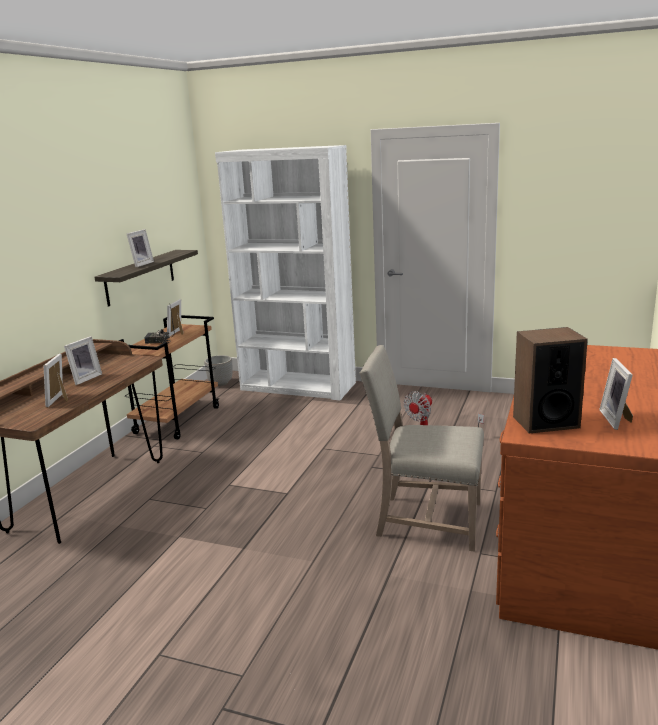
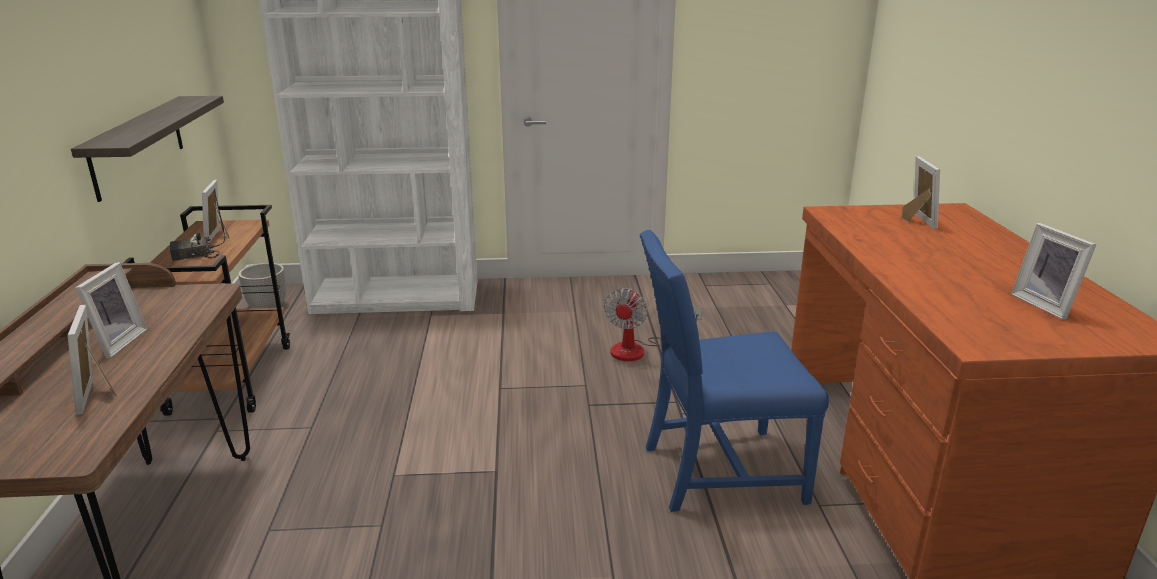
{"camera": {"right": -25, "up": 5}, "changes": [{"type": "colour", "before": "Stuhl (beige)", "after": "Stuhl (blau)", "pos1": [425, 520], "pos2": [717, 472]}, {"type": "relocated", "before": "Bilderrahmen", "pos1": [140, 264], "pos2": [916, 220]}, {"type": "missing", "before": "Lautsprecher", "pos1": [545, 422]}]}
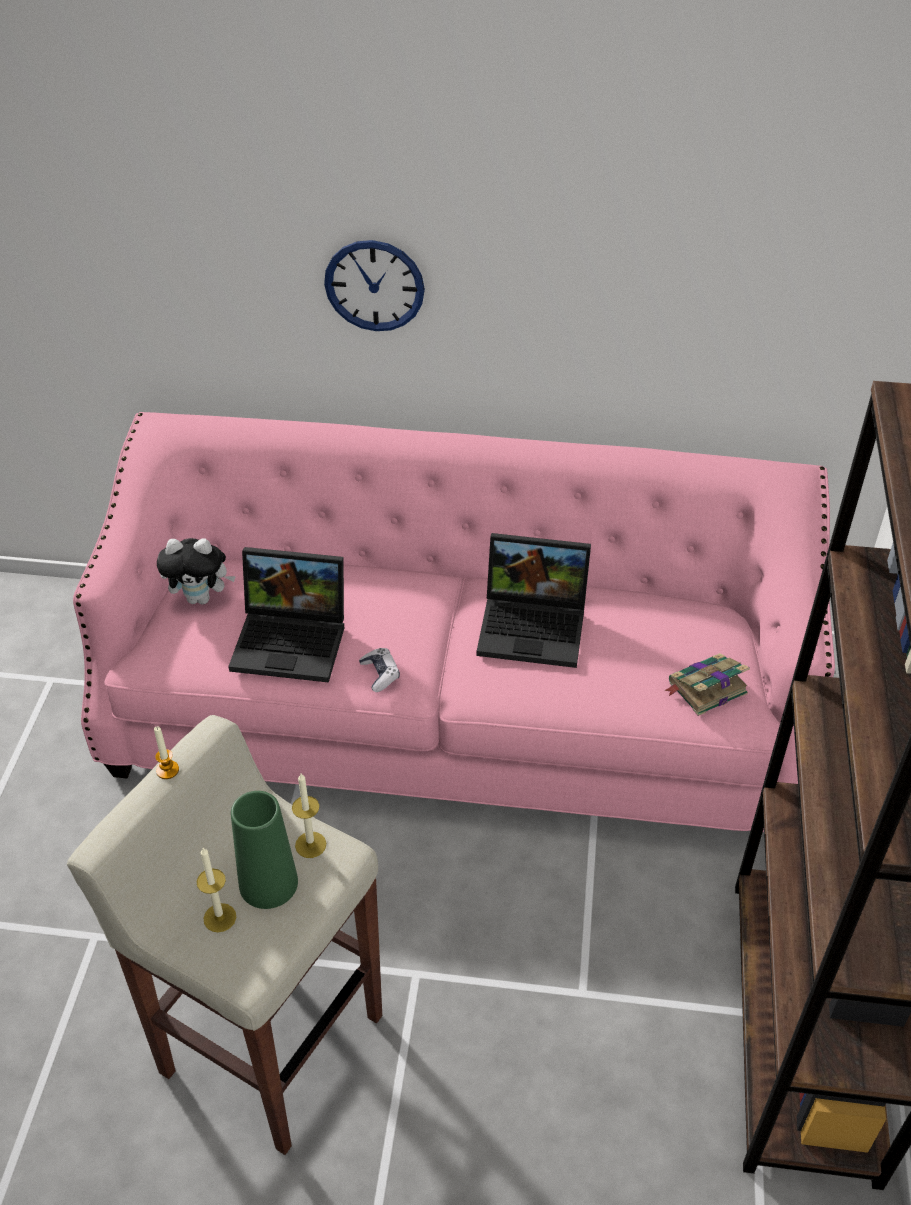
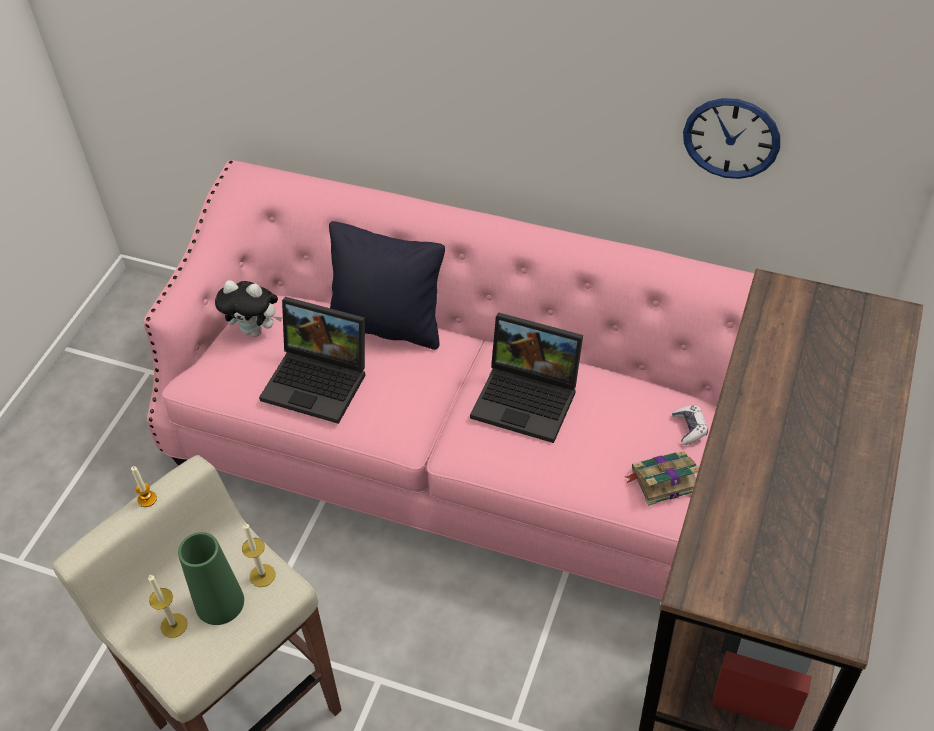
{"camera": {"right": 15, "up": 5}, "changes": [{"type": "appeared", "after": "Kissen (schwarz)", "pos2": [388, 325]}, {"type": "relocated", "before": "Gamepad", "pos1": [380, 674], "pos2": [689, 428]}, {"type": "relocated", "before": "Wanduhr", "pos1": [374, 285], "pos2": [731, 138]}]}
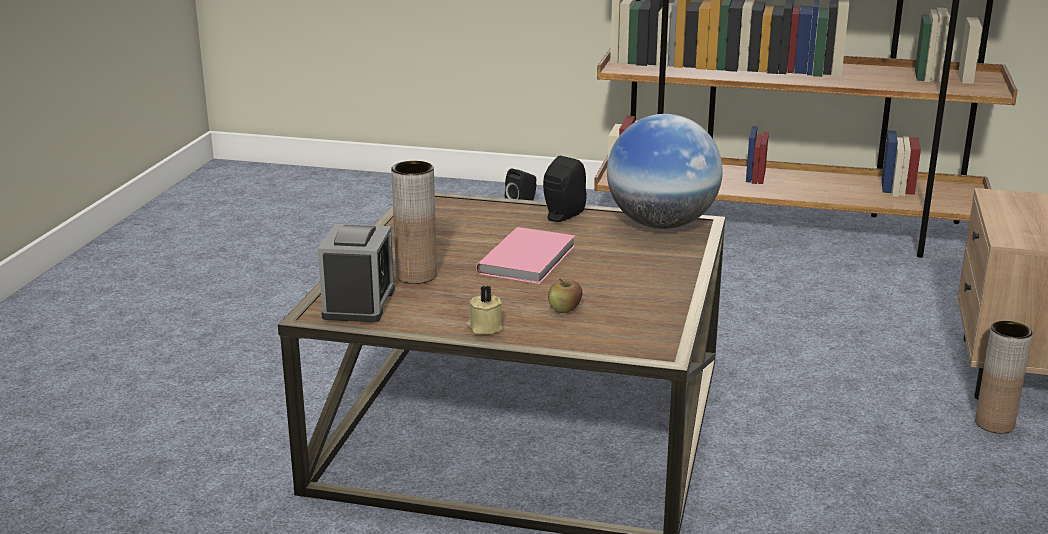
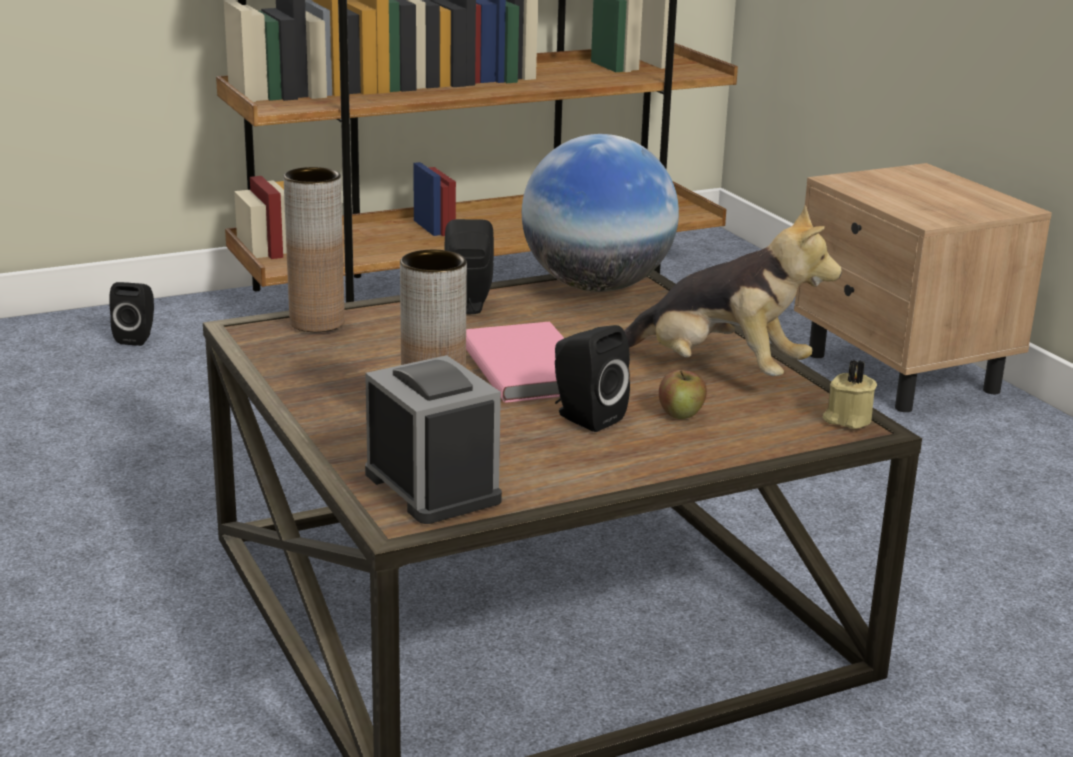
{"camera": {"right": -40, "up": 0}, "changes": [{"type": "relocated", "before": "Vase (braun)", "pos1": [994, 424], "pos2": [317, 323]}, {"type": "appeared", "after": "Lautsprecher (schwarz)", "pos2": [584, 417]}, {"type": "appeared", "after": "Plüschtier", "pos2": [718, 372]}, {"type": "relocated", "before": "Kerze (beige)", "pos1": [484, 327], "pos2": [847, 419]}]}
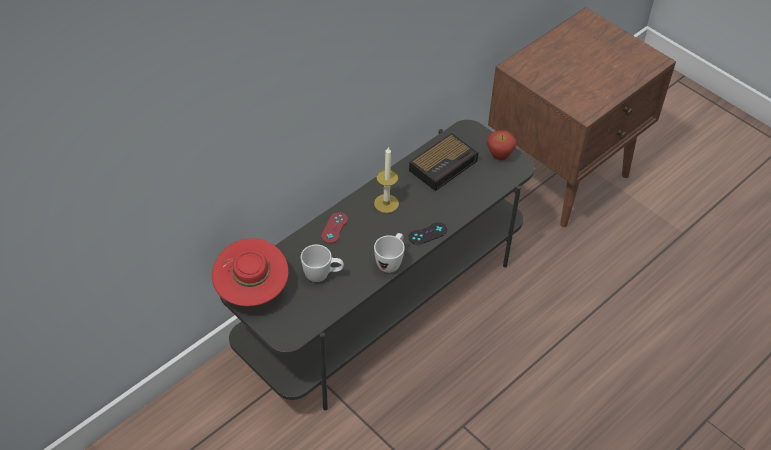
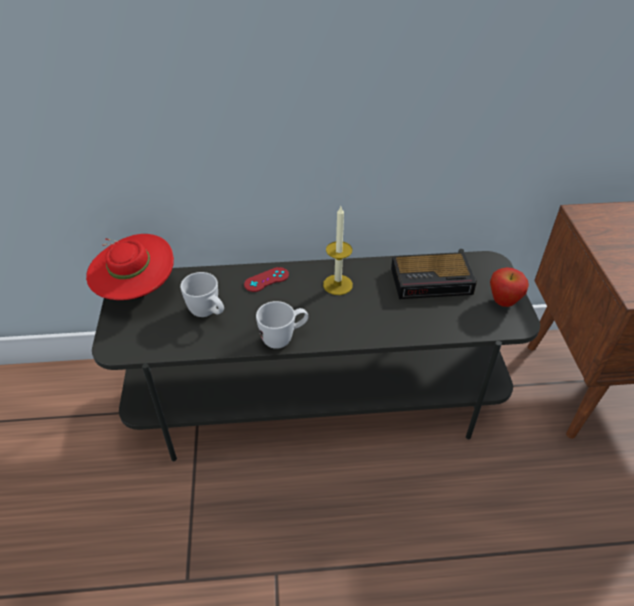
{"camera": {"right": 40, "up": -5}, "changes": [{"type": "missing", "before": "Gamepad (schwarz)", "pos1": [428, 233]}]}
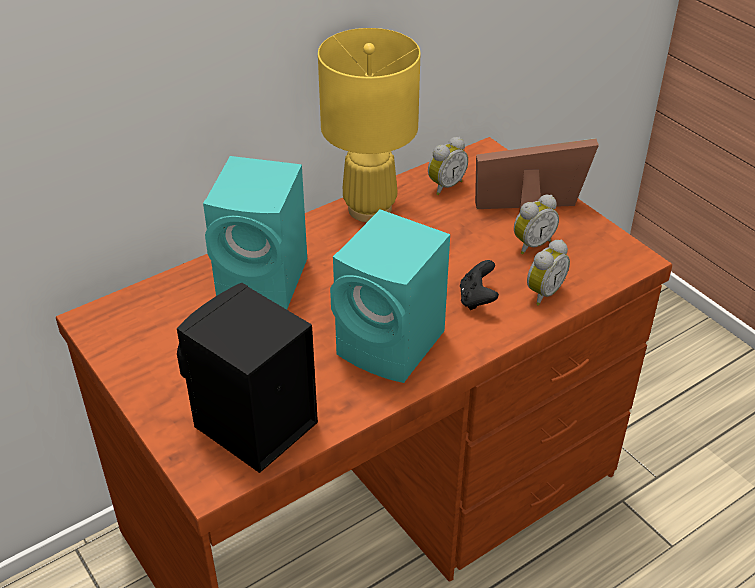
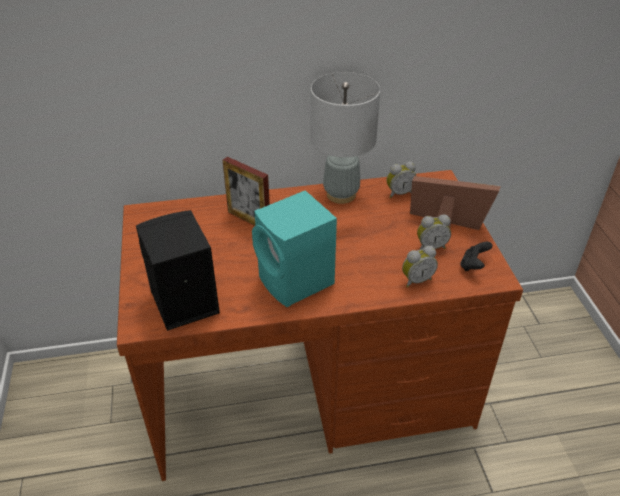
{"camera": {"right": 25, "up": 0}, "changes": [{"type": "exchanged", "before": "Lautsprecher (türkis)", "after": "Bilderrahmen", "pos1": [266, 281], "pos2": [249, 220]}, {"type": "colour", "before": "Tischlampe (gelb)", "after": "Tischlampe (grau)", "pos1": [370, 209], "pos2": [341, 194]}, {"type": "relocated", "before": "Gamepad (schwarz)", "pos1": [477, 299], "pos2": [473, 265]}]}
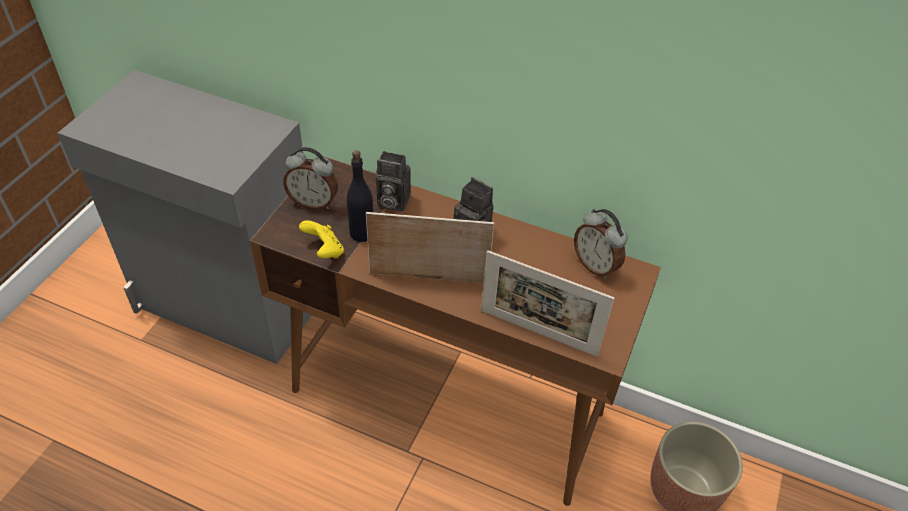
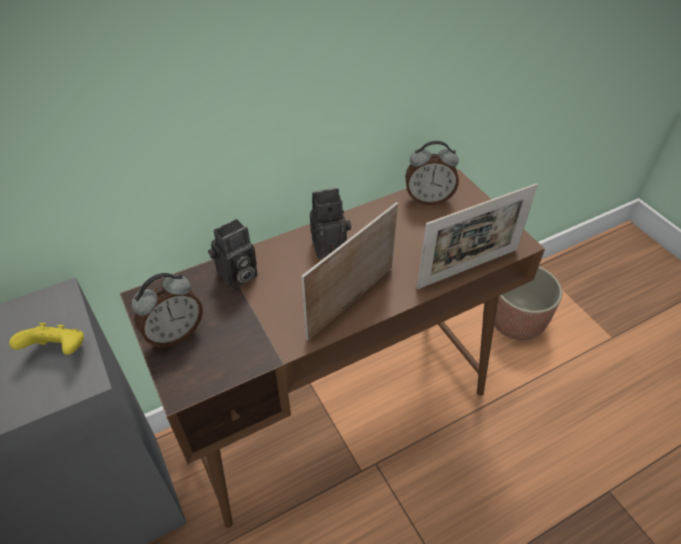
{"camera": {"right": -50, "up": 0}, "changes": [{"type": "relocated", "before": "Gamepad (gelb)", "pos1": [324, 251], "pos2": [59, 351]}, {"type": "missing", "before": "Flasche (schwarz)", "pos1": [361, 233]}]}
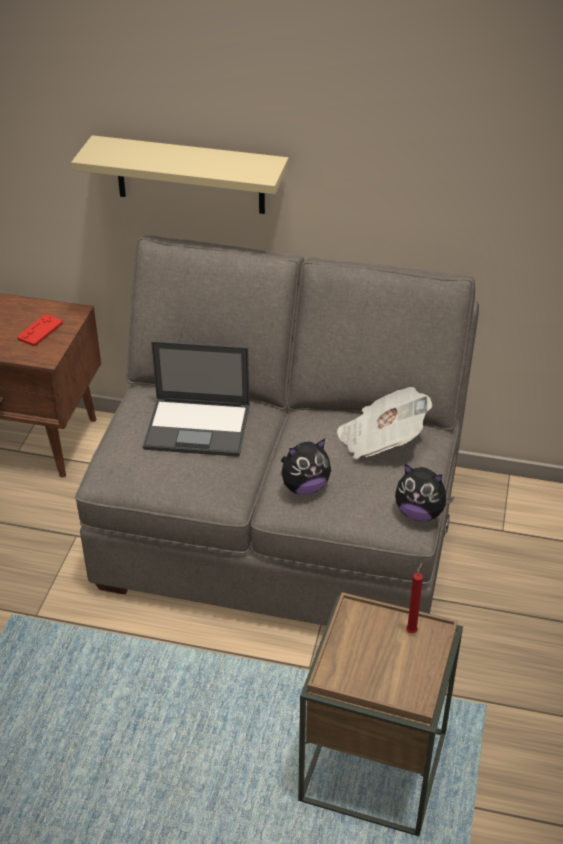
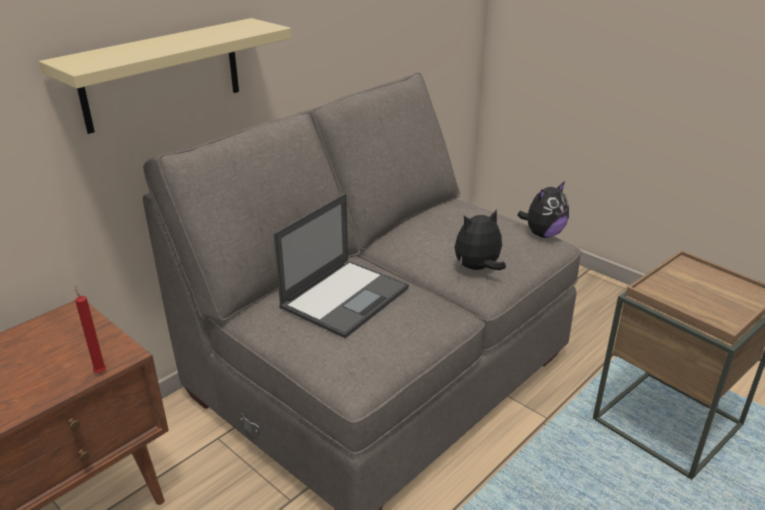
{"camera": {"right": -60, "up": -10}, "changes": [{"type": "relocated", "before": "Kerze (rot)", "pos1": [412, 630], "pos2": [100, 371]}, {"type": "spun", "before": "Plüschtier", "pos1": [304, 487], "pos2": [478, 269], "turn": -120}, {"type": "missing", "before": "Gamepad (rot)", "pos1": [40, 331]}, {"type": "missing", "before": "Zeitung", "pos1": [381, 440]}]}
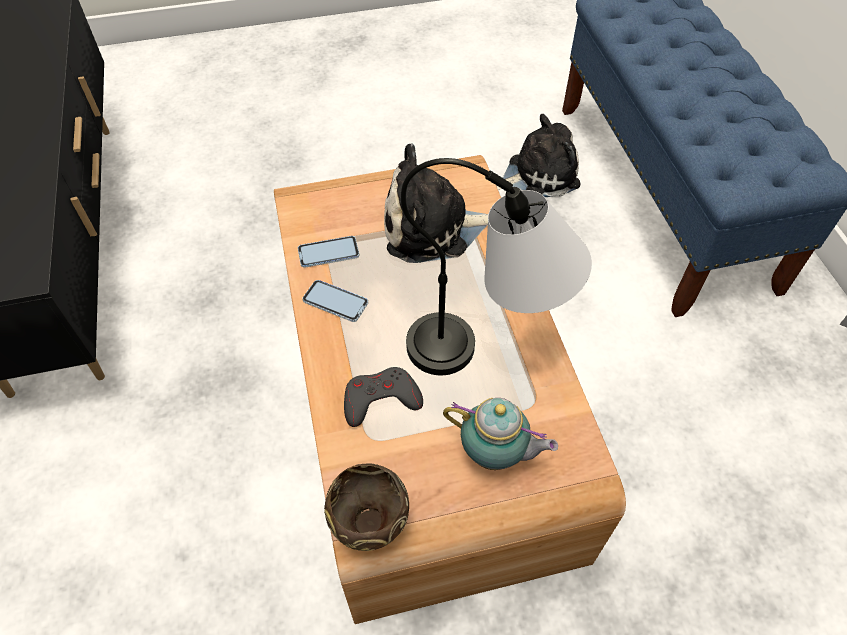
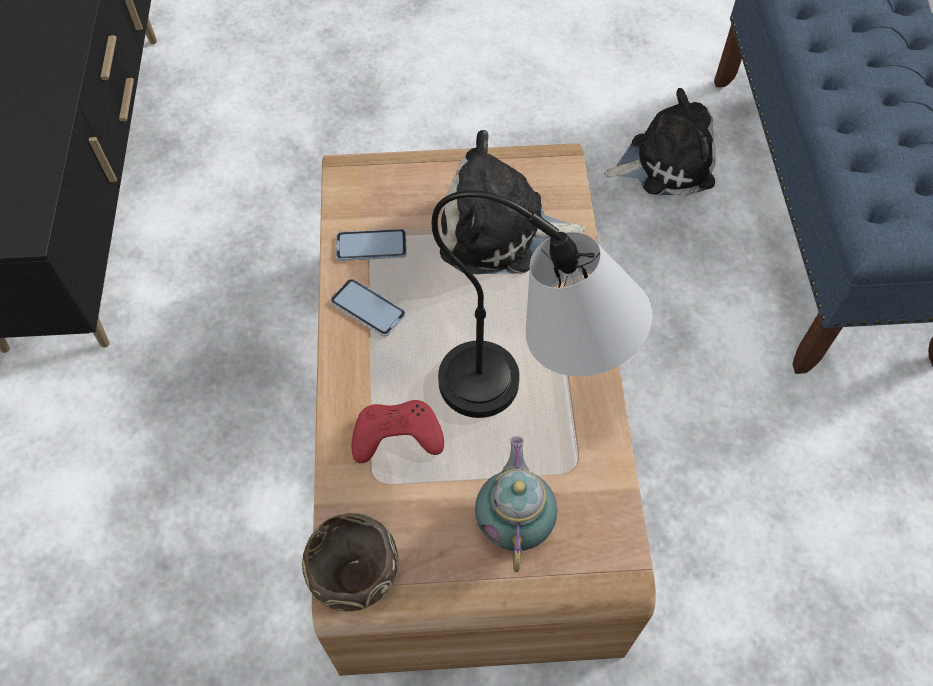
{"camera": {"right": 10, "up": 5}, "changes": [{"type": "colour", "before": "Gamepad (grau)", "after": "Gamepad (rot)", "pos1": [380, 399], "pos2": [397, 435]}, {"type": "spun", "before": "Teekanne", "pos1": [495, 455], "pos2": [514, 522], "turn": -120}]}
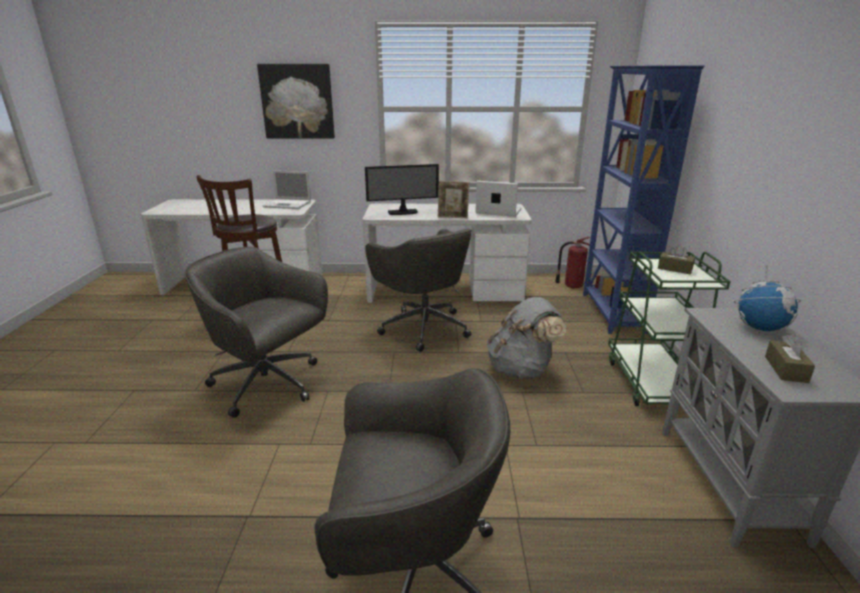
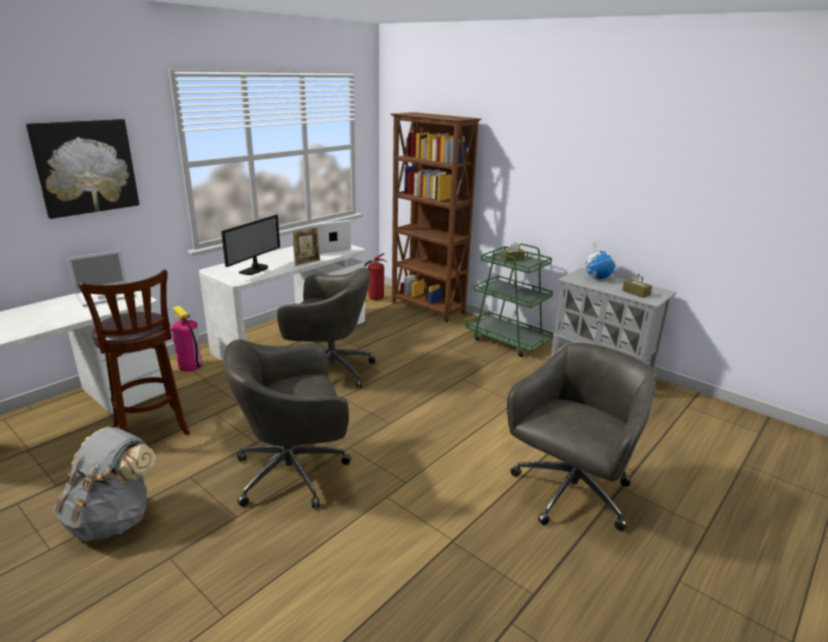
{"camera": {"right": -50, "up": 0}, "changes": [{"type": "relocated", "before": "Rucksack (grau)", "pos1": [521, 369], "pos2": [113, 519]}, {"type": "appeared", "after": "Feuerlöscher", "pos2": [190, 365]}, {"type": "colour", "before": "Bücherregal (blau)", "after": "Bücherregal (braun)", "pos1": [612, 313], "pos2": [427, 308]}]}
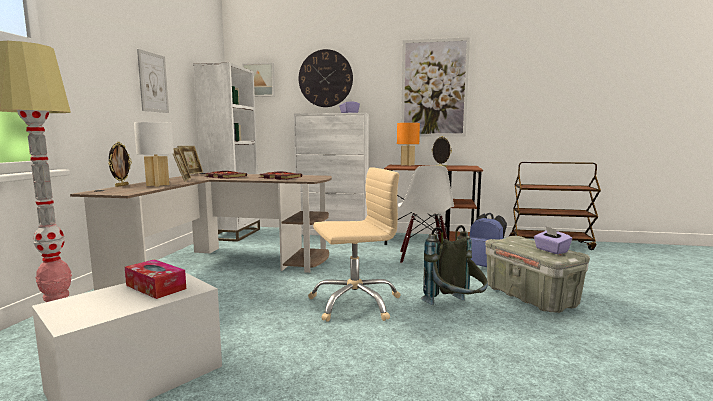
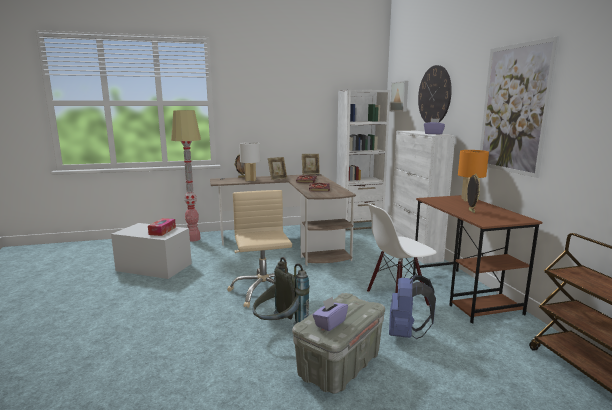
{"camera": {"right": 65, "up": 5}, "changes": [{"type": "spun", "before": "Bürostuhl (beige)", "pos1": [355, 303], "pos2": [263, 291], "turn": -150}, {"type": "missing", "before": "Bild", "pos1": [153, 82]}]}
